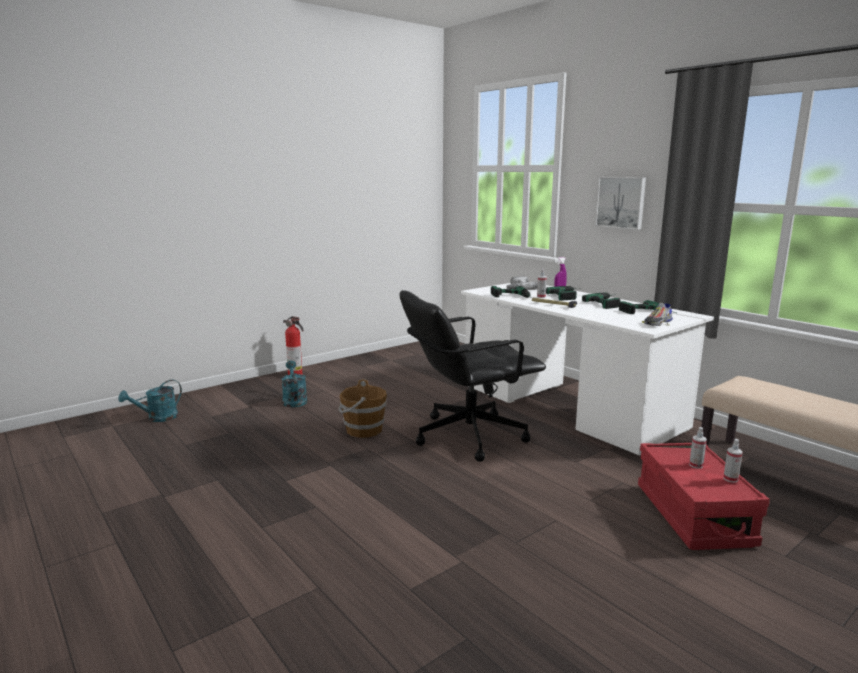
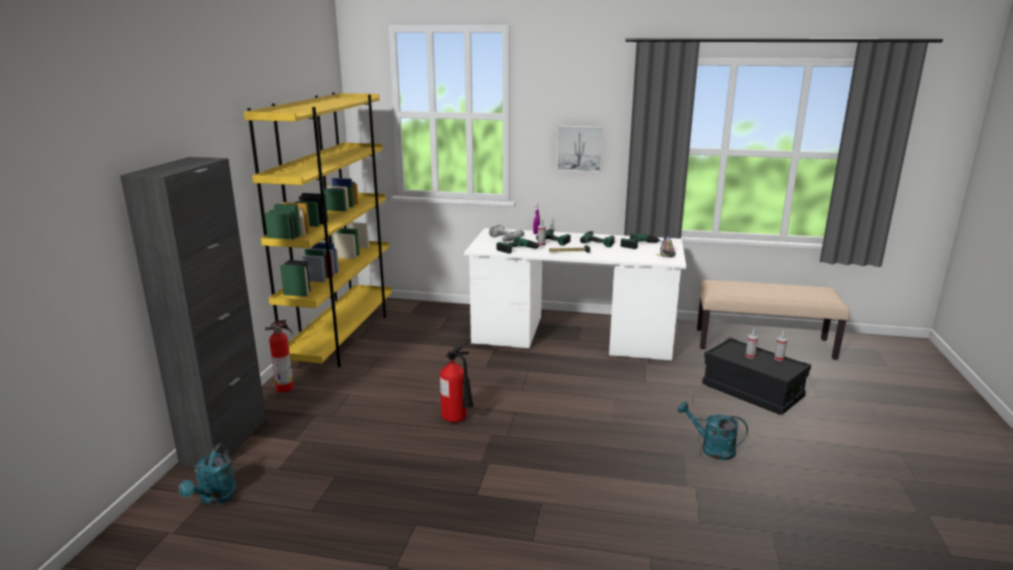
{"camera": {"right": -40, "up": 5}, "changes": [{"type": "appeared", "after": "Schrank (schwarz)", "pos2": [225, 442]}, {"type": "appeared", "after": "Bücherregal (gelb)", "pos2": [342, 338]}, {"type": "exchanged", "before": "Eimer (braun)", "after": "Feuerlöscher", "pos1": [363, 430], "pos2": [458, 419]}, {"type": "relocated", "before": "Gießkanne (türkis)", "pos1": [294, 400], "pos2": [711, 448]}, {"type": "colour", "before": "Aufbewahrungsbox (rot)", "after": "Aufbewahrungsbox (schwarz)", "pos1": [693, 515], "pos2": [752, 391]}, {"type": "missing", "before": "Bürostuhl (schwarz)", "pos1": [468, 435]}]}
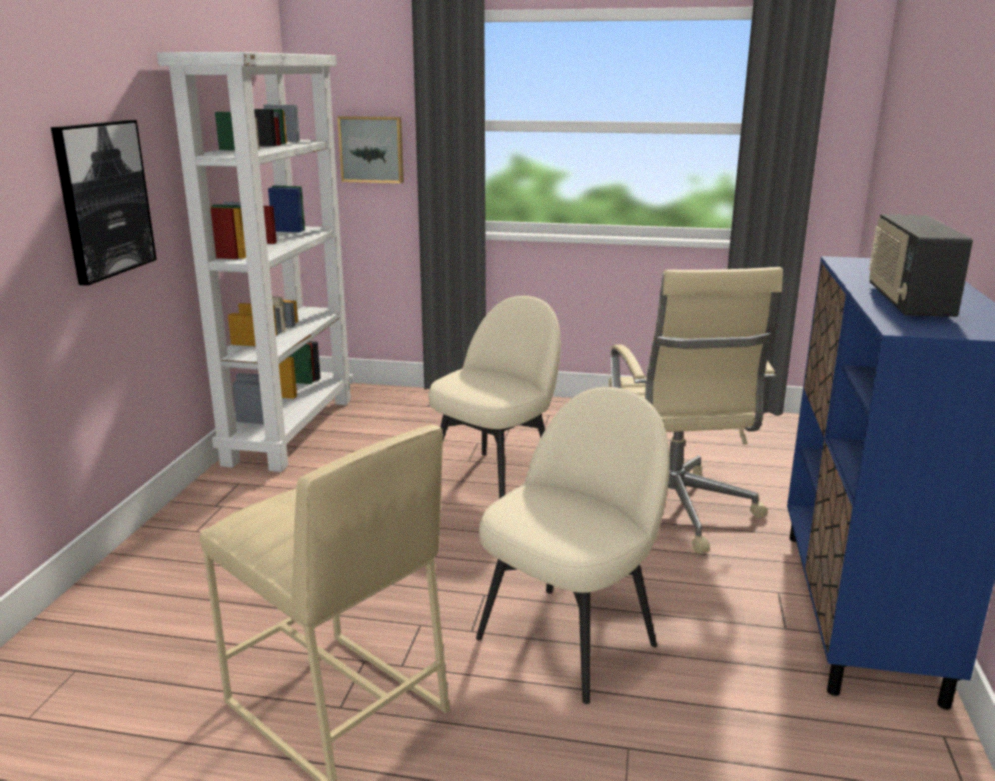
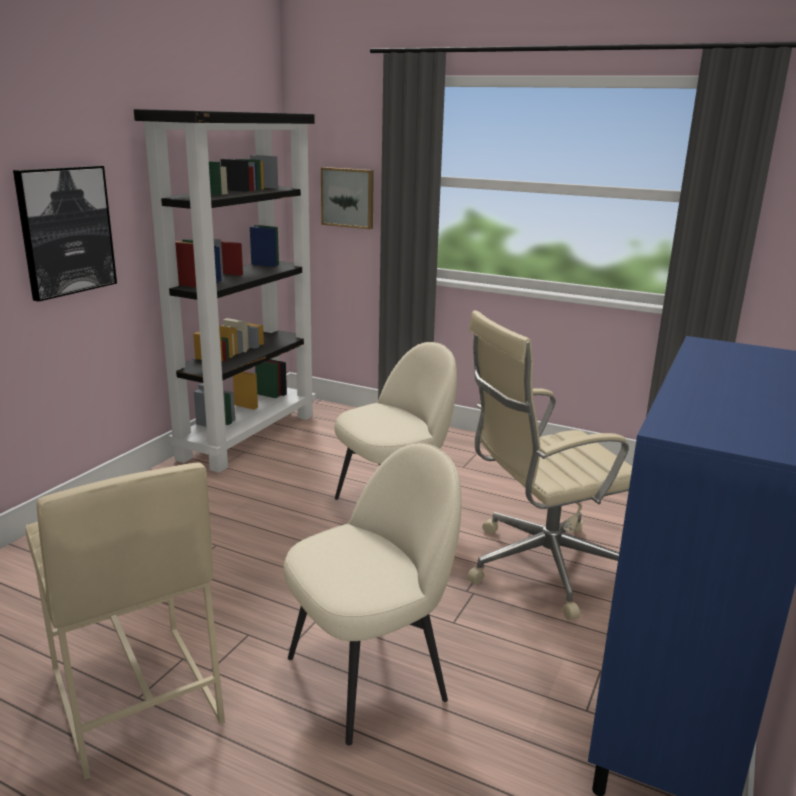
{"camera": {"right": 15, "up": 0}, "changes": [{"type": "colour", "before": "Bücherregal (weiß)", "after": "Bücherregal (schwarz)", "pos1": [290, 429], "pos2": [248, 436]}, {"type": "spun", "before": "Bürostuhl (beige)", "pos1": [673, 511], "pos2": [541, 567], "turn": 60}, {"type": "missing", "before": "Radio", "pos1": [907, 302]}]}
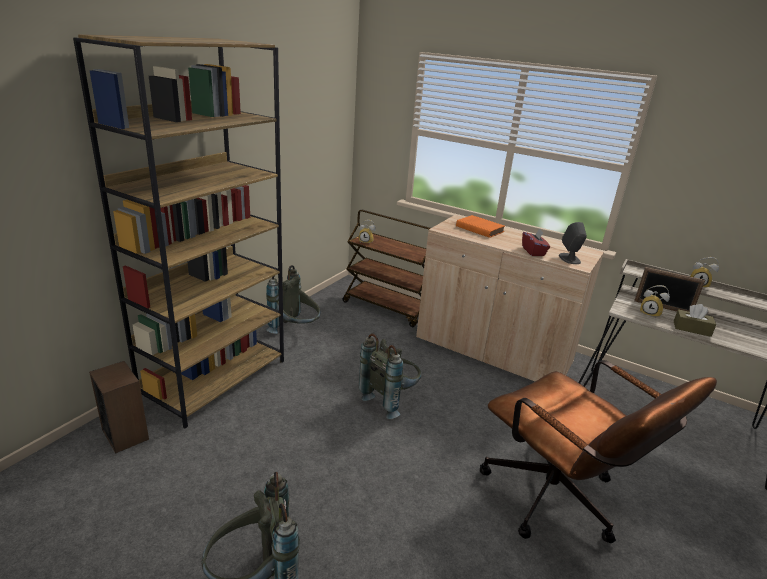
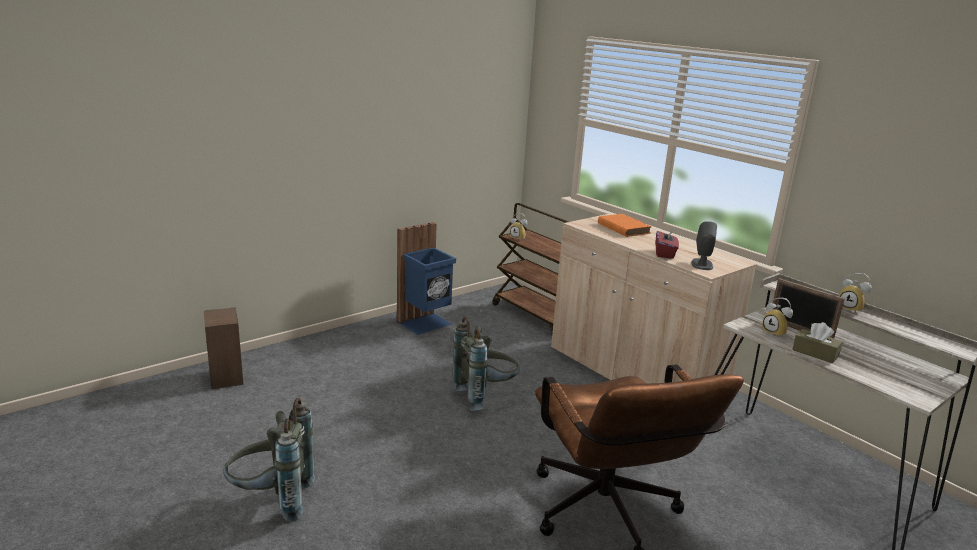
{"camera": {"right": 20, "up": -5}, "changes": [{"type": "exchanged", "before": "Rucksack (grau)", "after": "Mülleimer (blau)", "pos1": [295, 331], "pos2": [426, 323]}, {"type": "missing", "before": "Bücherregal (braun)", "pos1": [215, 378]}]}
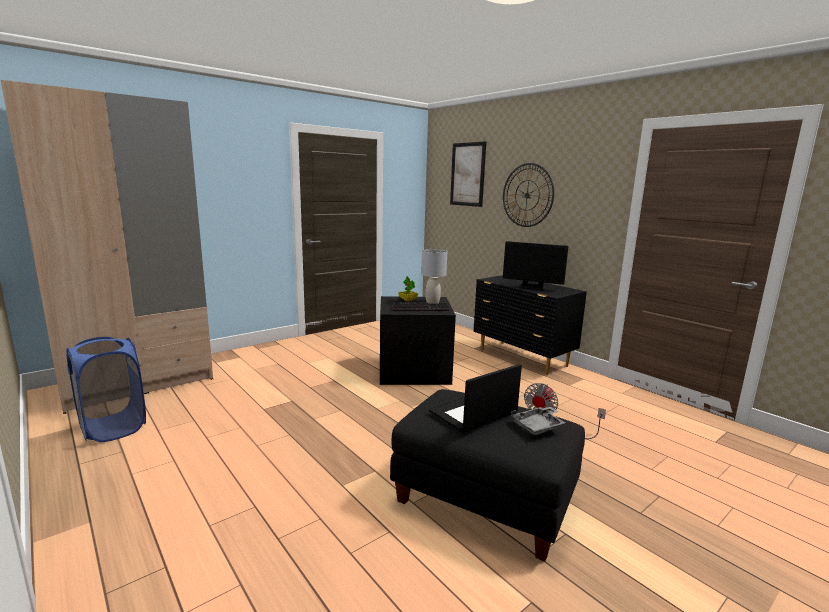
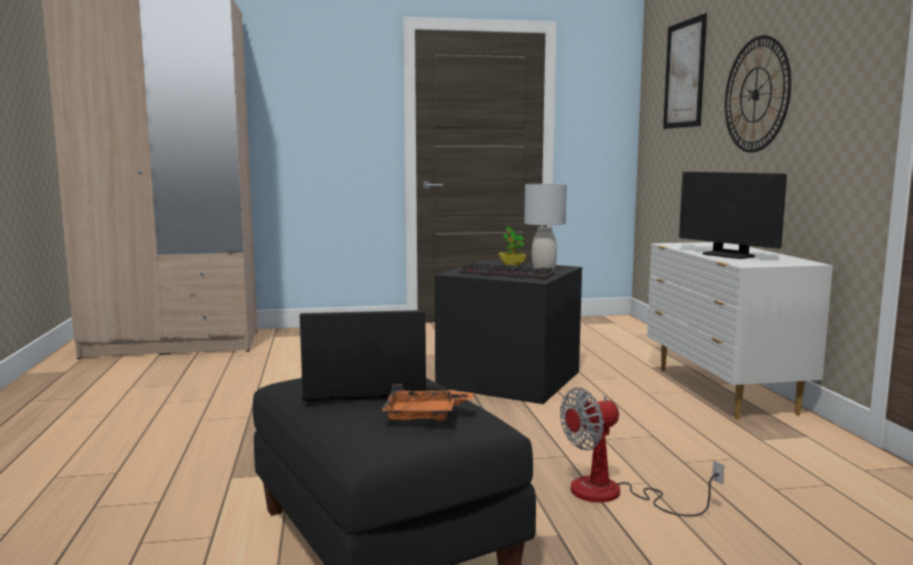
{"camera": {"right": 30, "up": -5}, "changes": [{"type": "colour", "before": "Tablett (grau)", "after": "Tablett (orange)", "pos1": [538, 427], "pos2": [424, 416]}, {"type": "colour", "before": "Kommode (schwarz)", "after": "Kommode (weiß)", "pos1": [522, 358], "pos2": [723, 391]}, {"type": "missing", "before": "Wäschekorb (blau)", "pos1": [113, 427]}]}
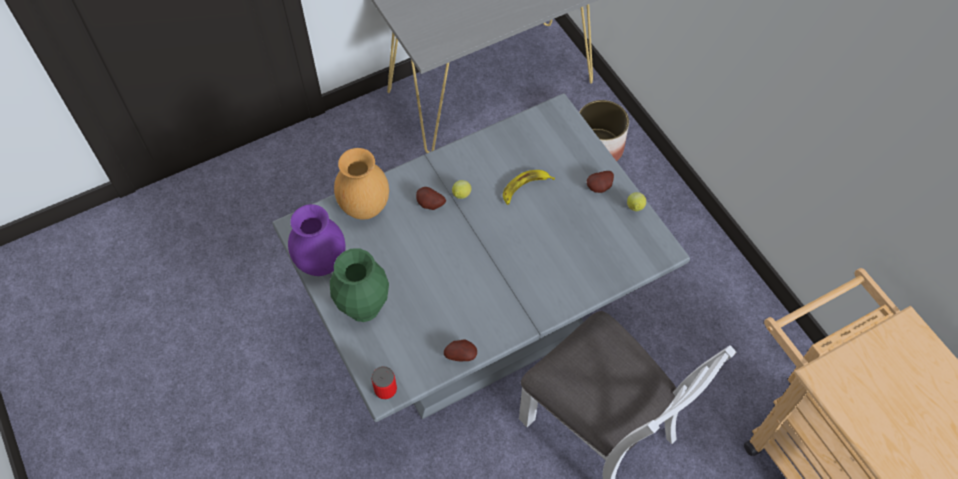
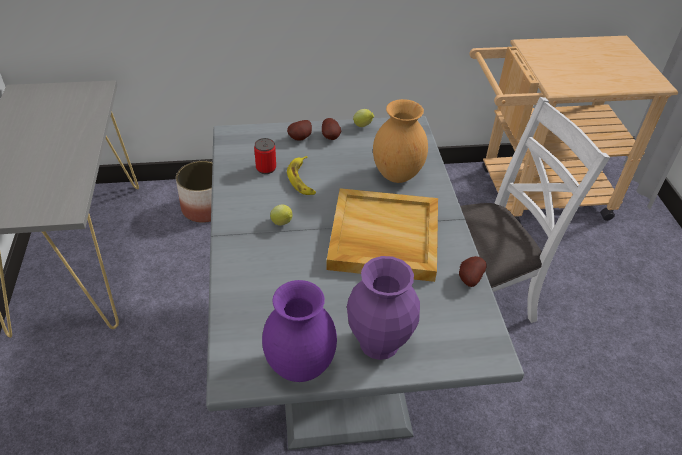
{"camera": {"right": -70, "up": -15}, "changes": [{"type": "relocated", "before": "Dose", "pos1": [385, 389], "pos2": [266, 168]}, {"type": "relocated", "before": "Kartoffel", "pos1": [430, 205], "pos2": [301, 138]}, {"type": "appeared", "after": "Tablett (beige)", "pos2": [383, 238]}, {"type": "colour", "before": "Vase (grün)", "after": "Vase (lila)", "pos1": [362, 307], "pos2": [378, 344]}, {"type": "relocated", "before": "Vase (braun)", "pos1": [365, 207], "pos2": [396, 175]}]}
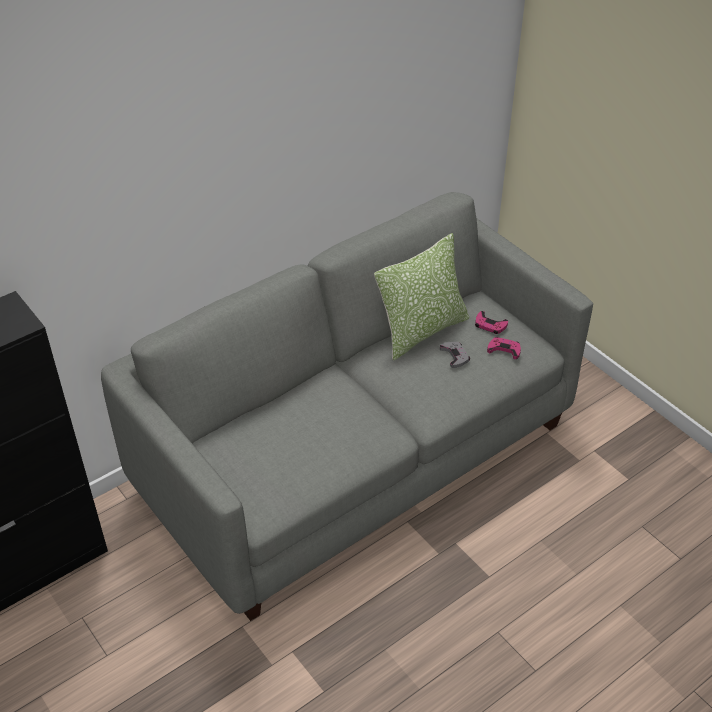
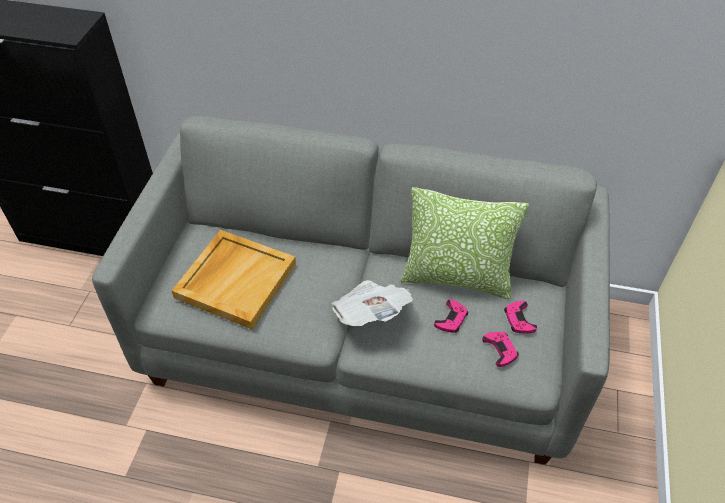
{"camera": {"right": 50, "up": 5}, "changes": [{"type": "appeared", "after": "Tablett (beige)", "pos2": [236, 280]}, {"type": "appeared", "after": "Zeitung", "pos2": [370, 314]}, {"type": "colour", "before": "Gamepad (grau)", "after": "Gamepad (rosa)", "pos1": [455, 356], "pos2": [451, 319]}]}
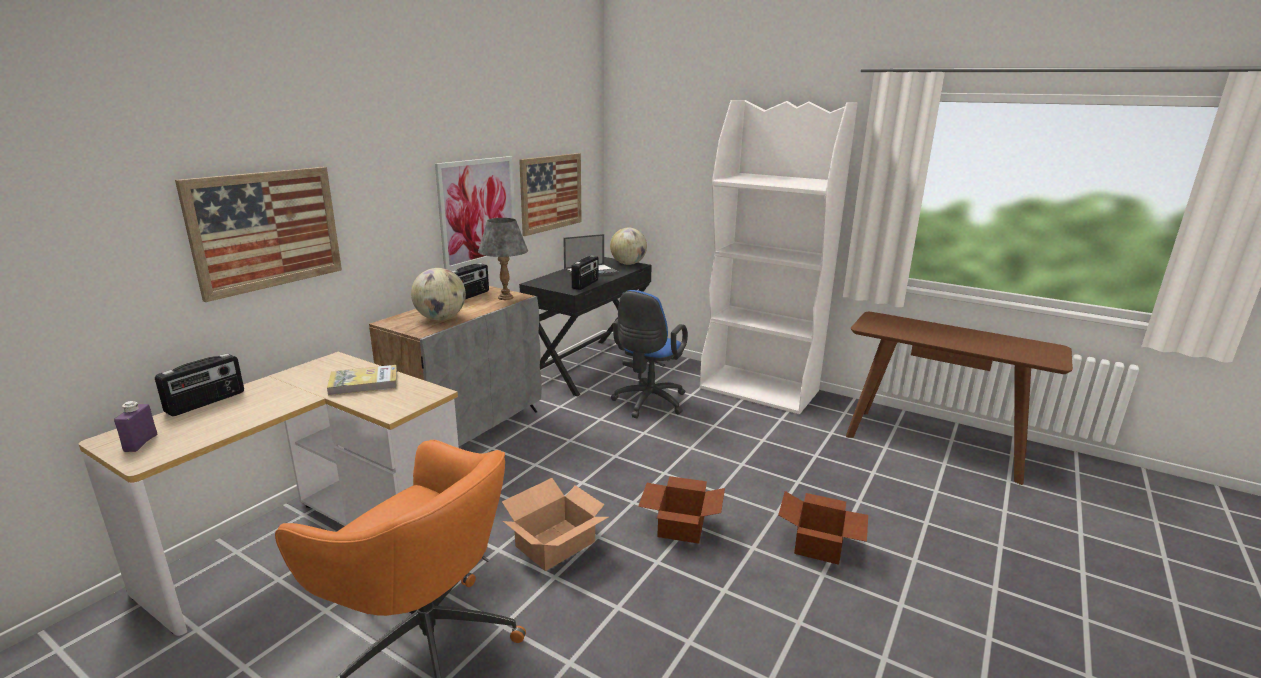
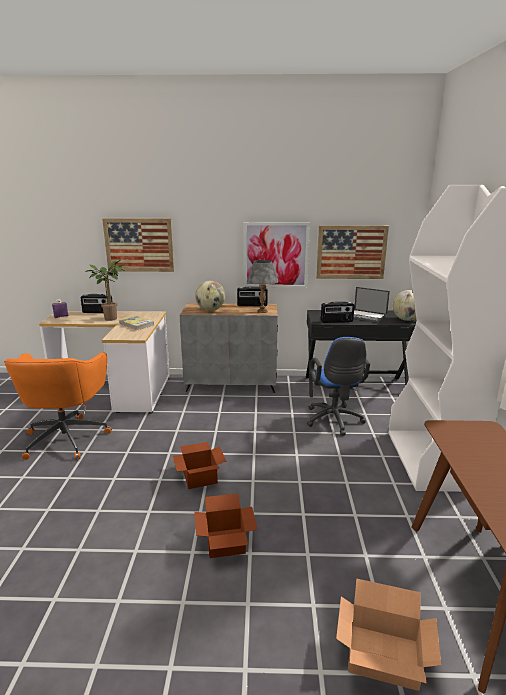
{"camera": {"right": 60, "up": 0}, "changes": [{"type": "appeared", "after": "Topfpflanze", "pos2": [112, 318]}, {"type": "spun", "before": "Bürostuhl (blau)", "pos1": [648, 403], "pos2": [334, 421], "turn": -90}, {"type": "relocated", "before": "Karton", "pos1": [554, 544], "pos2": [382, 655]}]}
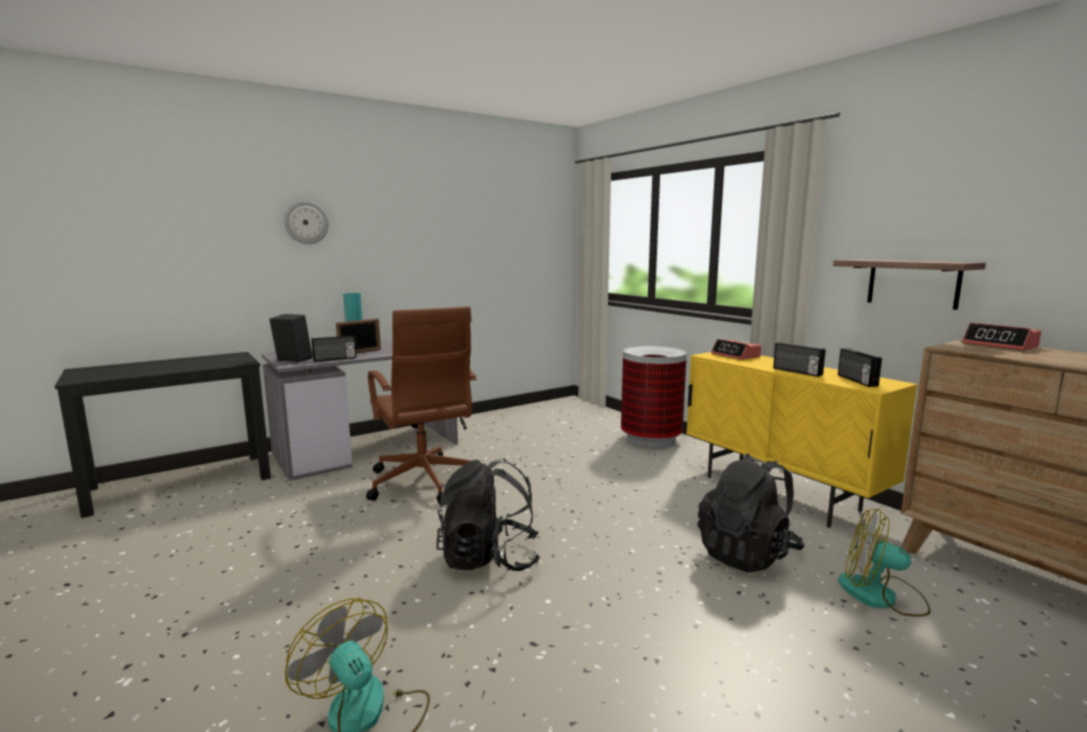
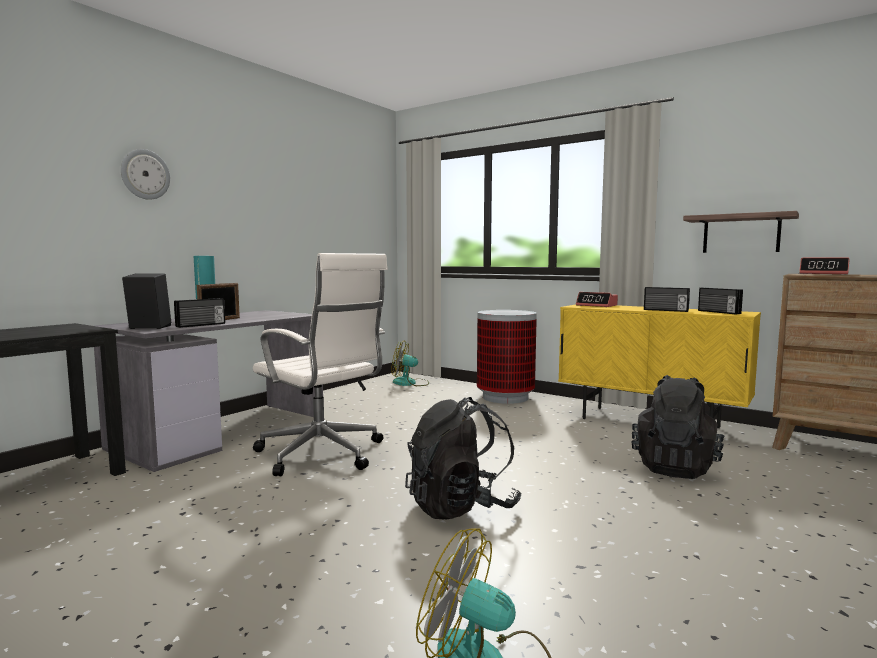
{"camera": {"right": -20, "up": -5}, "changes": [{"type": "colour", "before": "Bürostuhl (braun)", "after": "Bürostuhl (weiß)", "pos1": [424, 483], "pos2": [322, 454]}, {"type": "relocated", "before": "Ventilator", "pos1": [881, 596], "pos2": [410, 383]}]}
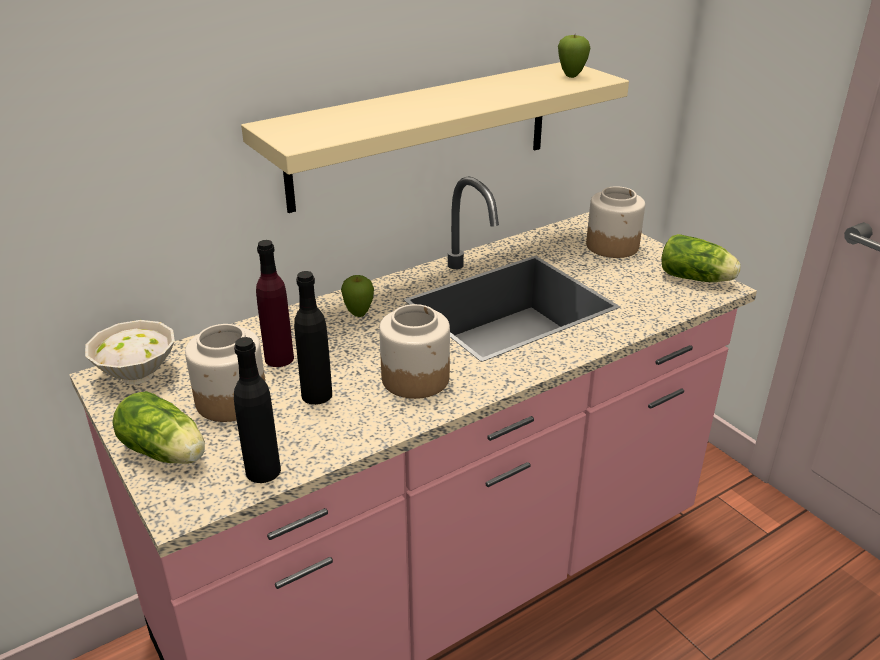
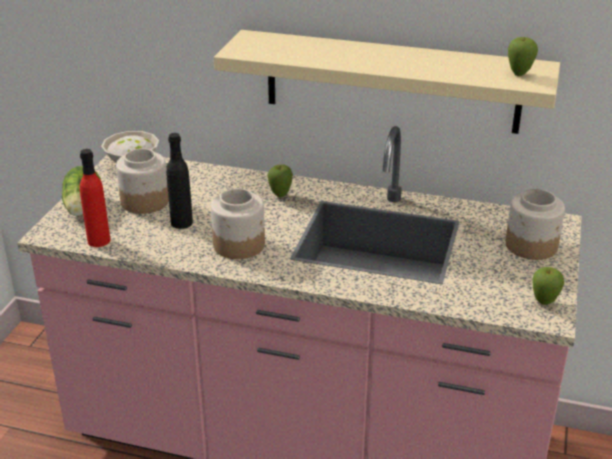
{"camera": {"right": 50, "up": 0}, "changes": [{"type": "colour", "before": "Flasche (schwarz)", "after": "Flasche (rot)", "pos1": [263, 471], "pos2": [99, 240]}, {"type": "exchanged", "before": "Salatkopf", "after": "Apfel", "pos1": [697, 279], "pos2": [544, 302]}, {"type": "missing", "before": "Flasche (lila)", "pos1": [279, 358]}]}
